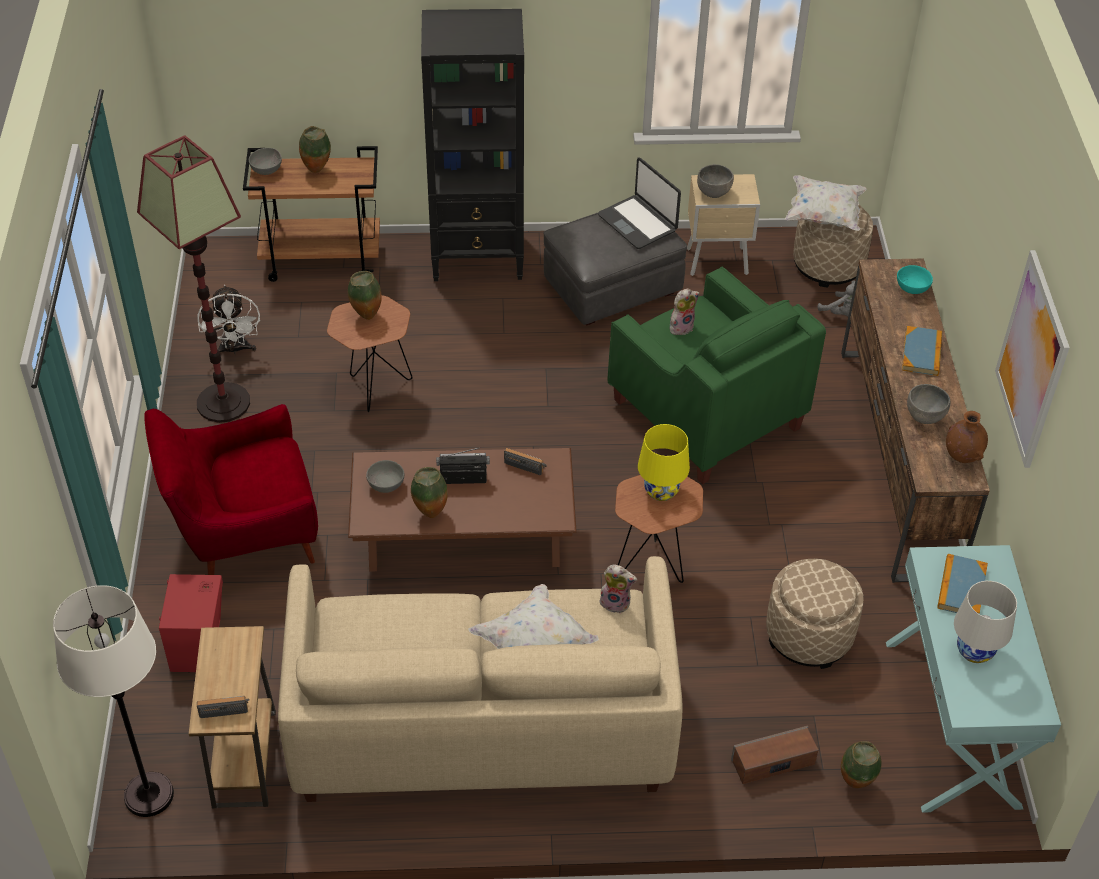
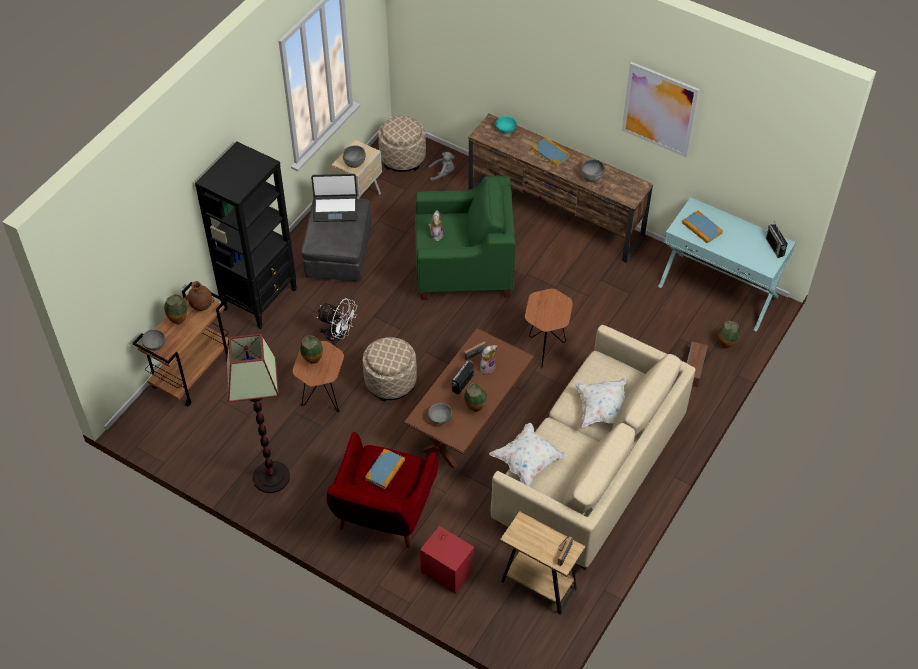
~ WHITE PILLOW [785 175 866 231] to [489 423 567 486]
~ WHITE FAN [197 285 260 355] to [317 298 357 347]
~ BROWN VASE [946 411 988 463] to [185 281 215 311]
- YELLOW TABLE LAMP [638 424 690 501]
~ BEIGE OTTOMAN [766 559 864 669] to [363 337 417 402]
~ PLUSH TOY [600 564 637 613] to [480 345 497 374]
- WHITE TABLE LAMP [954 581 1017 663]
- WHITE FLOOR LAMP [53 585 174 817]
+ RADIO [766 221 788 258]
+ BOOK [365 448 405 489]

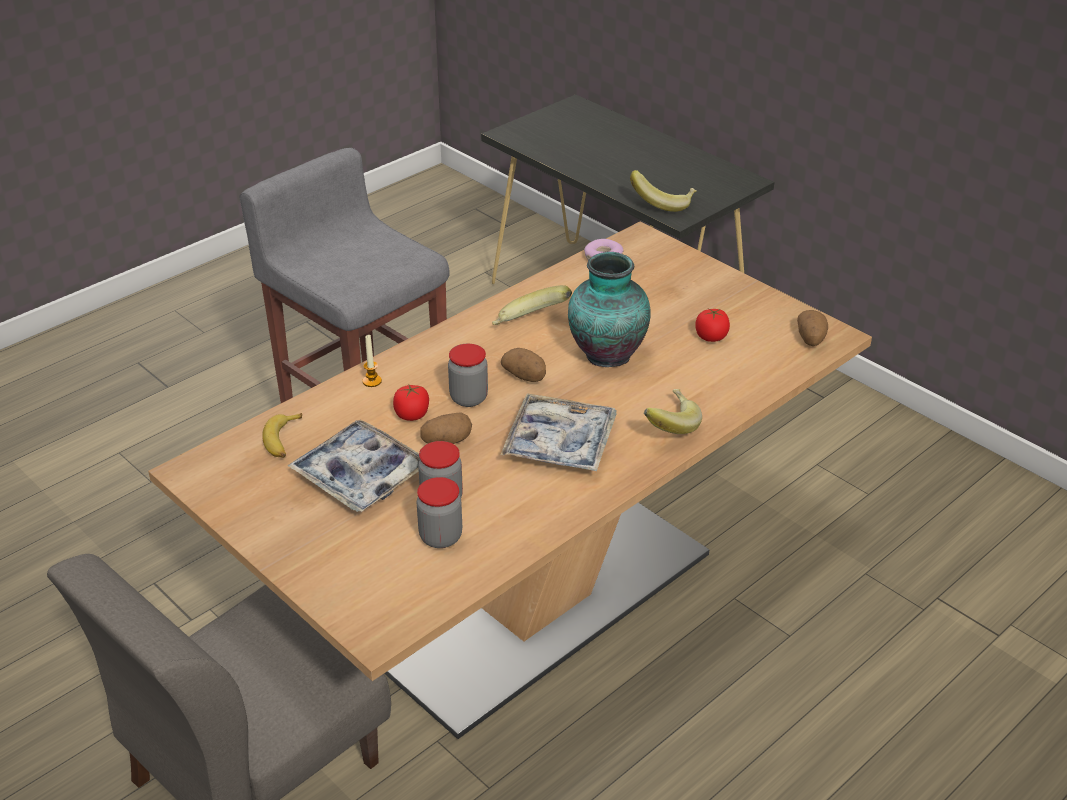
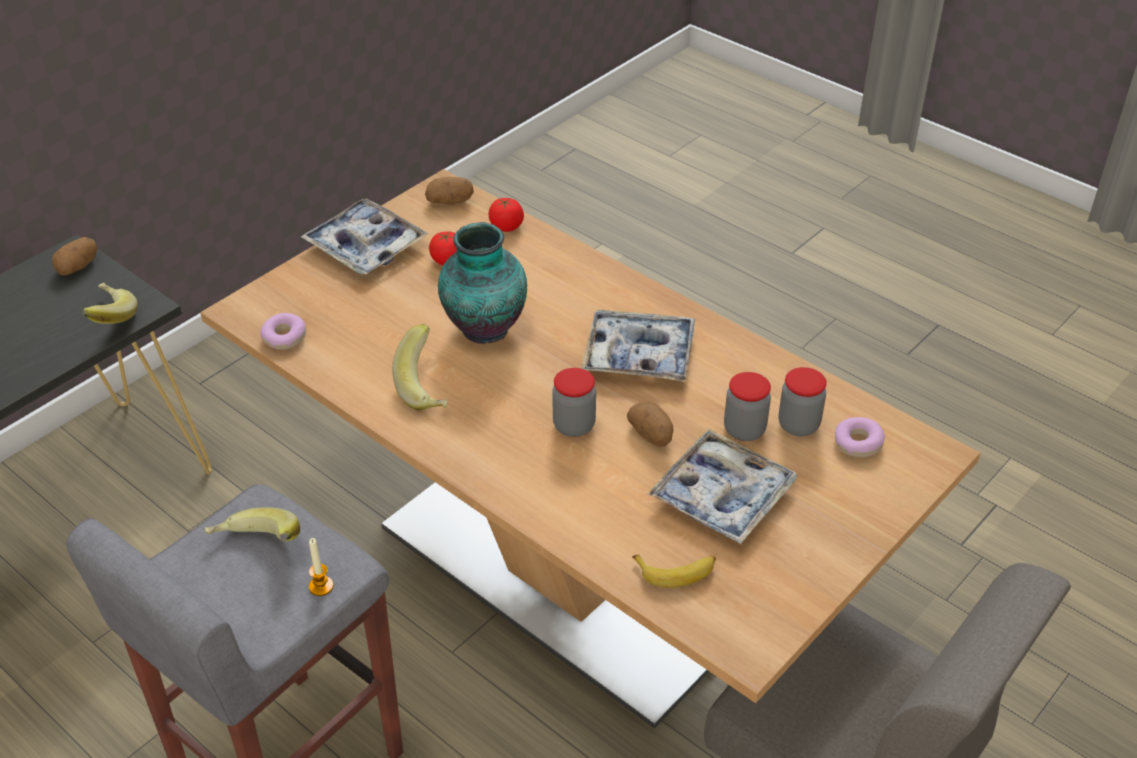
~ CANDLE [362 335 382 387] to [309 538 333 596]
~ POTATO [501 348 546 382] to [52 237 97 275]
~ TOMATO [393 384 429 421] to [488 198 524 232]
~ BANANA [644 389 702 434] to [204 507 300 541]
+ TRAY [301 199 429 274]
+ DONUT [835 417 885 457]

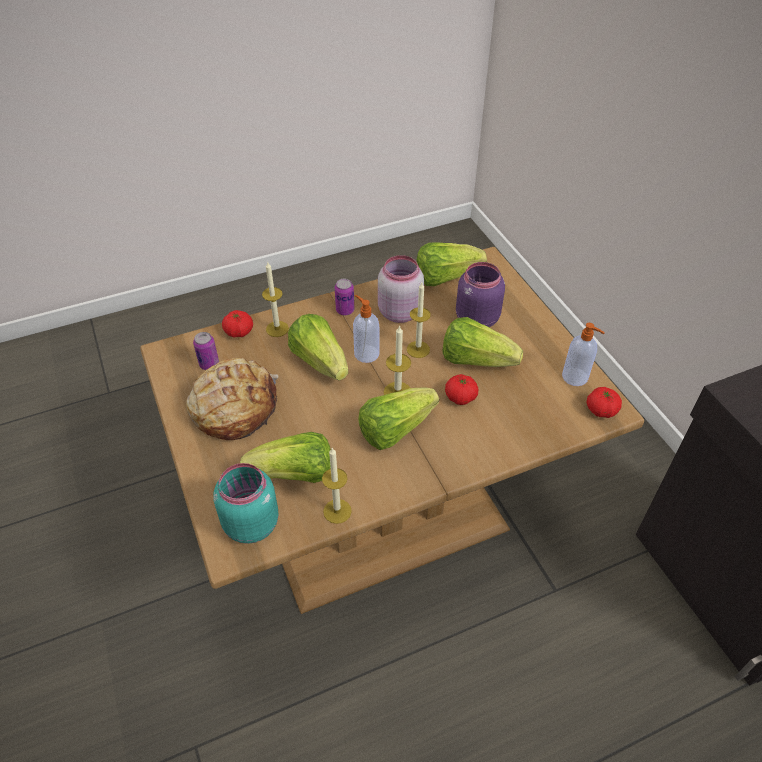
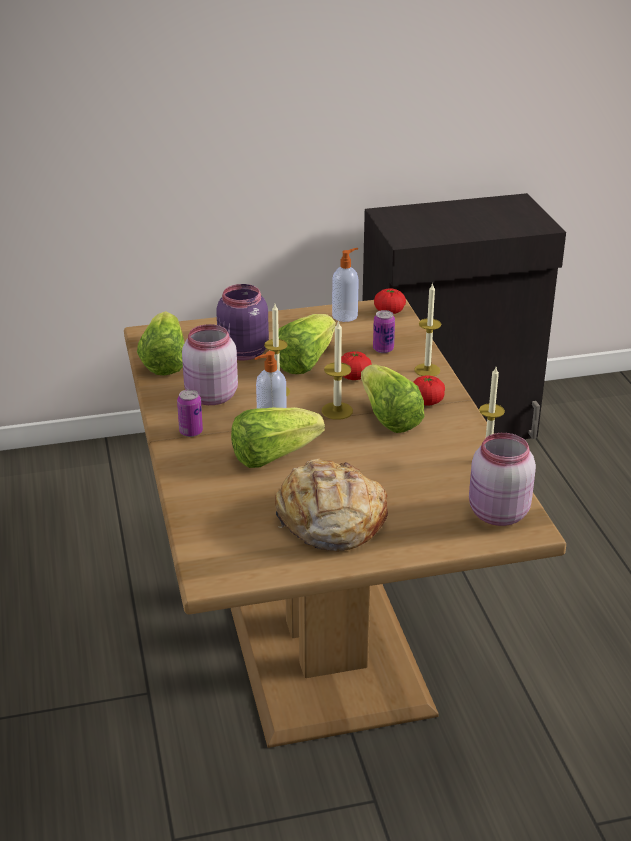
~ CANDLE [262 261 289 337] to [414 282 441 376]
~ TOMATO [222 310 253 337] to [413 375 445 406]
~ CAN [193 332 219 370] to [373 310 395 353]
- LETTUCE [240 432 331 483]
~ TURQUOISE JAR [213 463 279 544] to PINK JAR [469 433 536 526]

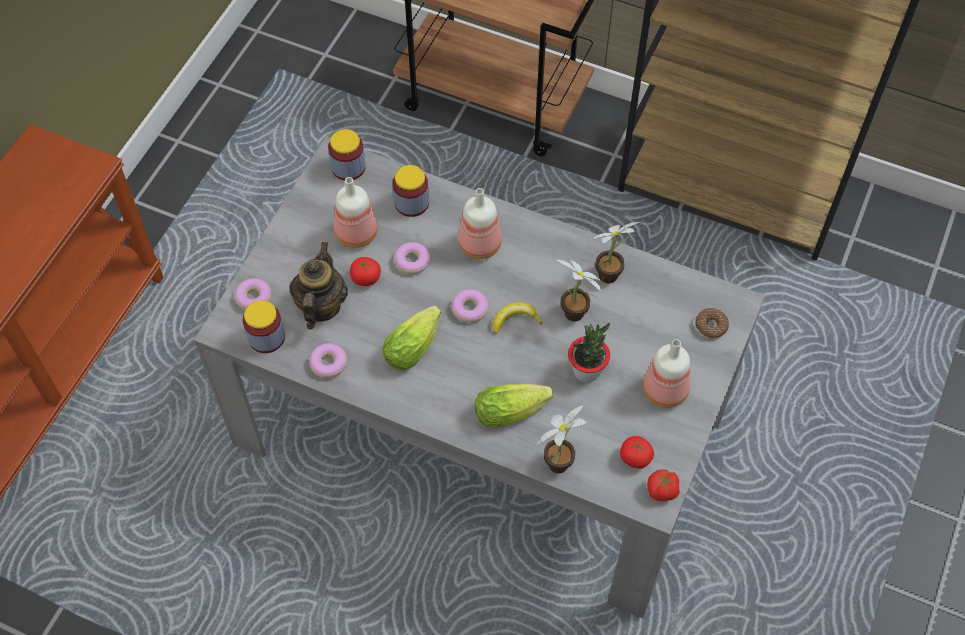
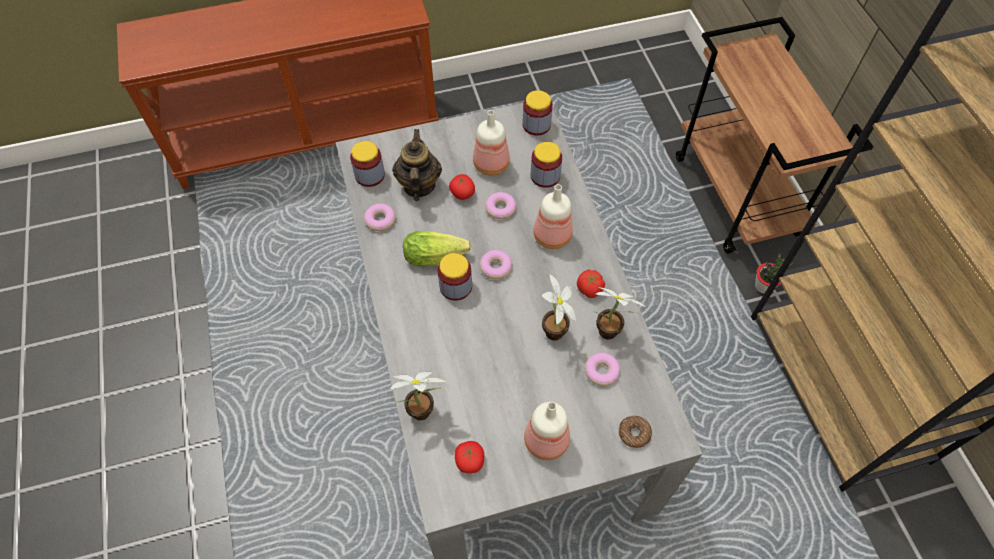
~ TEAPOT [289 242 348 330] = [392 129 442 201] 60 degrees counterclockwise
~ DONUT [235 278 272 310] to [585 353 620 386]
- BANANA [492 302 543 334]
~ POTTED PLANT [568 323 610 383] to [755 254 793 294]
- LETTUCE [475 384 553 428]
~ TOMATO [647 469 680 501] to [577 270 605 298]
+ JAR [438 253 472 301]

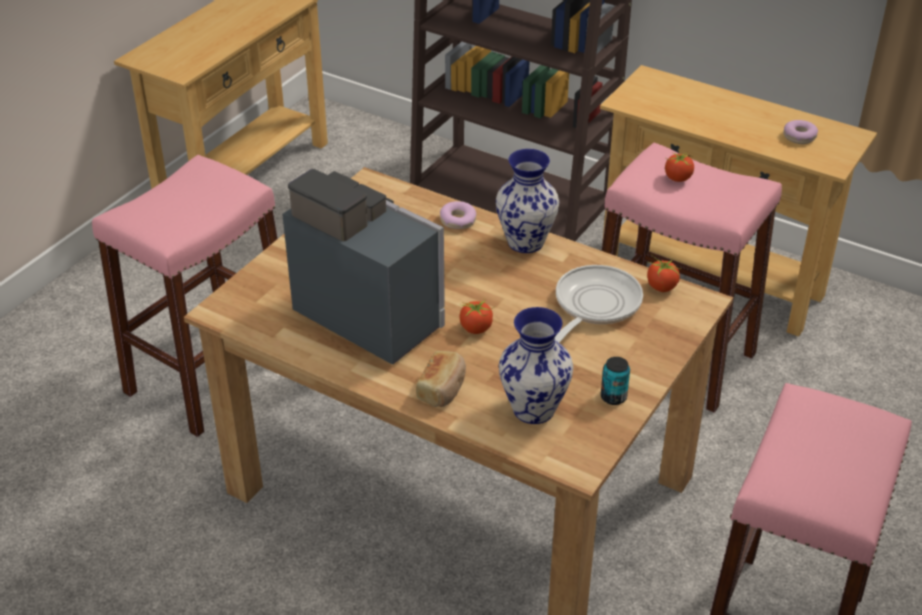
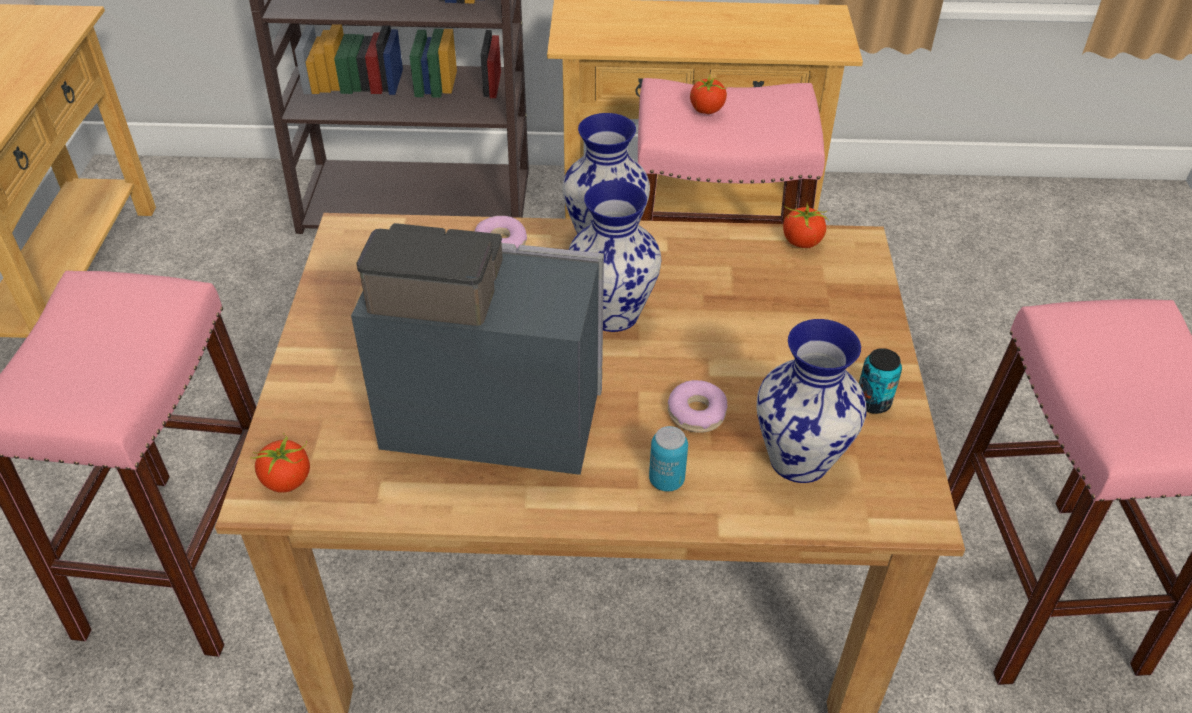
~ DONUT [783 120 818 144] to [668 380 727 433]
- FRYING PAN [555 265 643 343]
~ TOMATO [459 298 495 334] to [250 433 310 493]
~ BREAD [416 351 466 407] to CAN [649 426 688 491]
+ VASE [569 180 662 332]

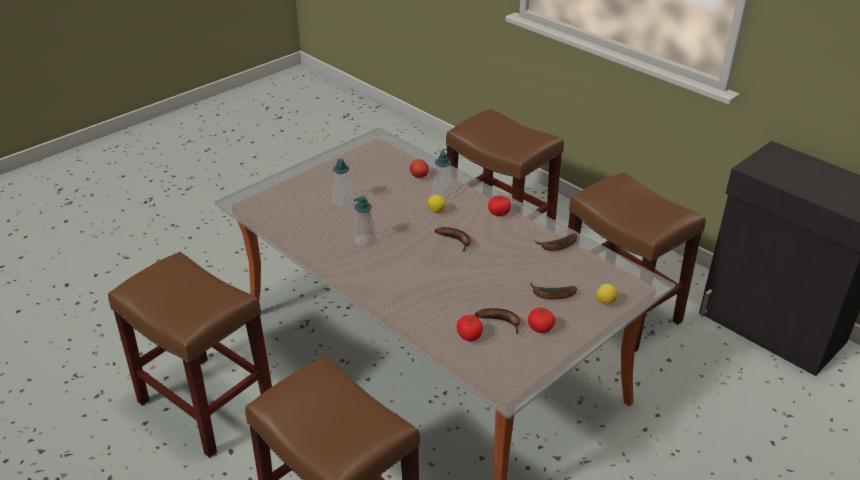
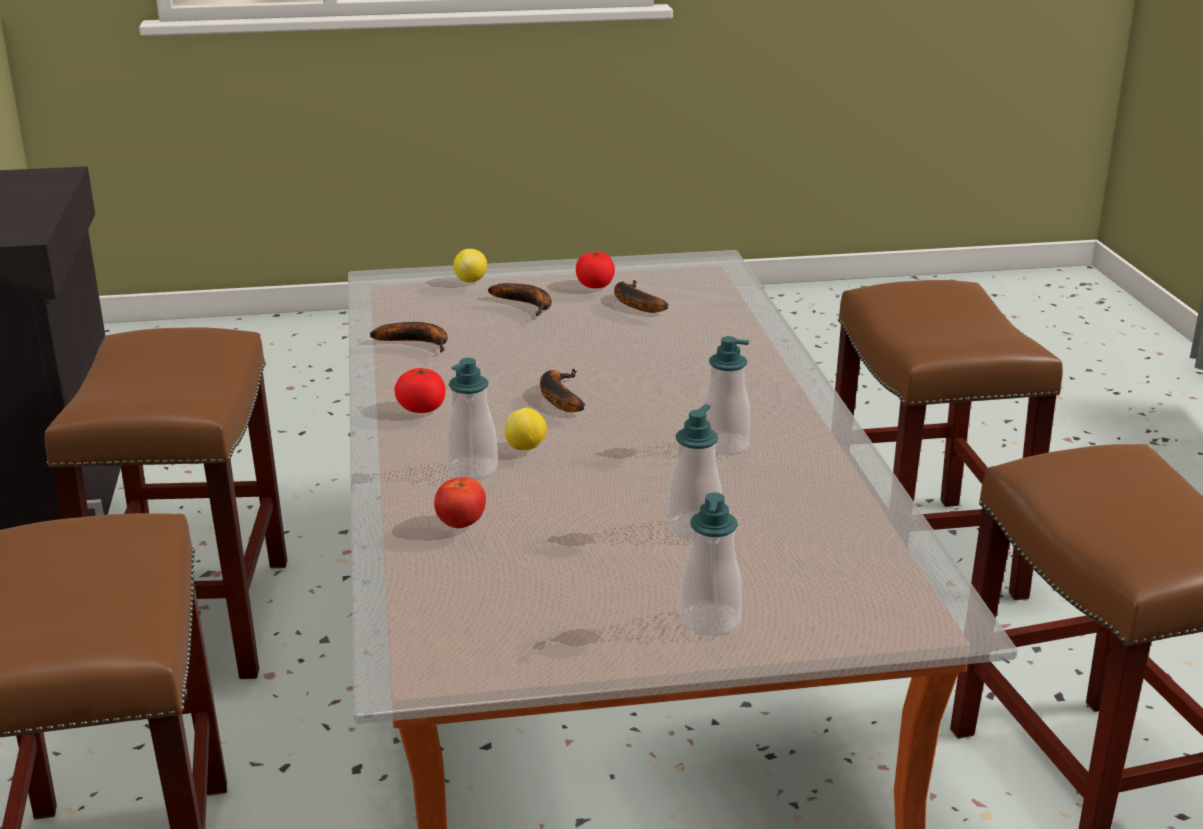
- TOMATO [457 315 483 341]
+ SOAP DISPENSER [680 493 742 636]

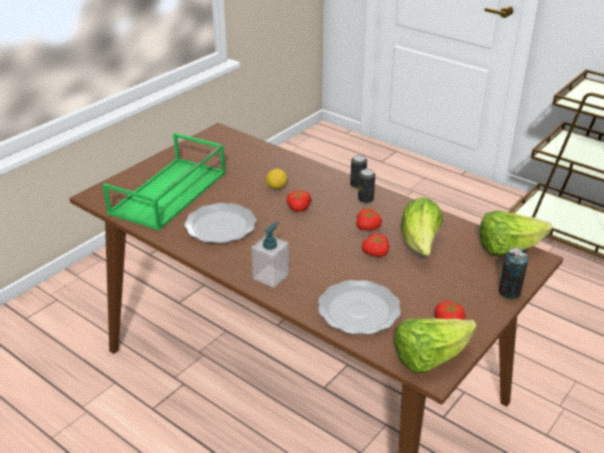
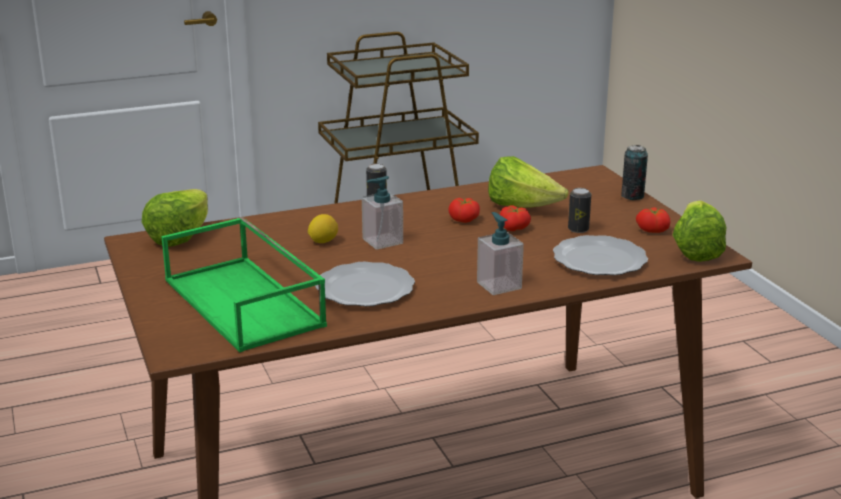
~ CAN [358 169 375 203] to [568 188 591 233]
~ TOMATO [287 190 311 212] to SOAP DISPENSER [362 176 403 250]
~ LETTUCE [480 211 552 256] to [142 189 208 247]

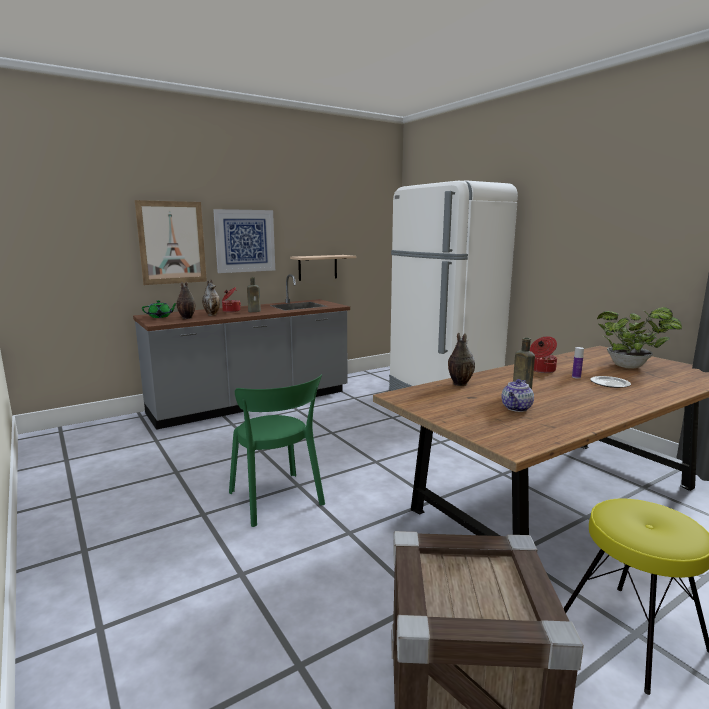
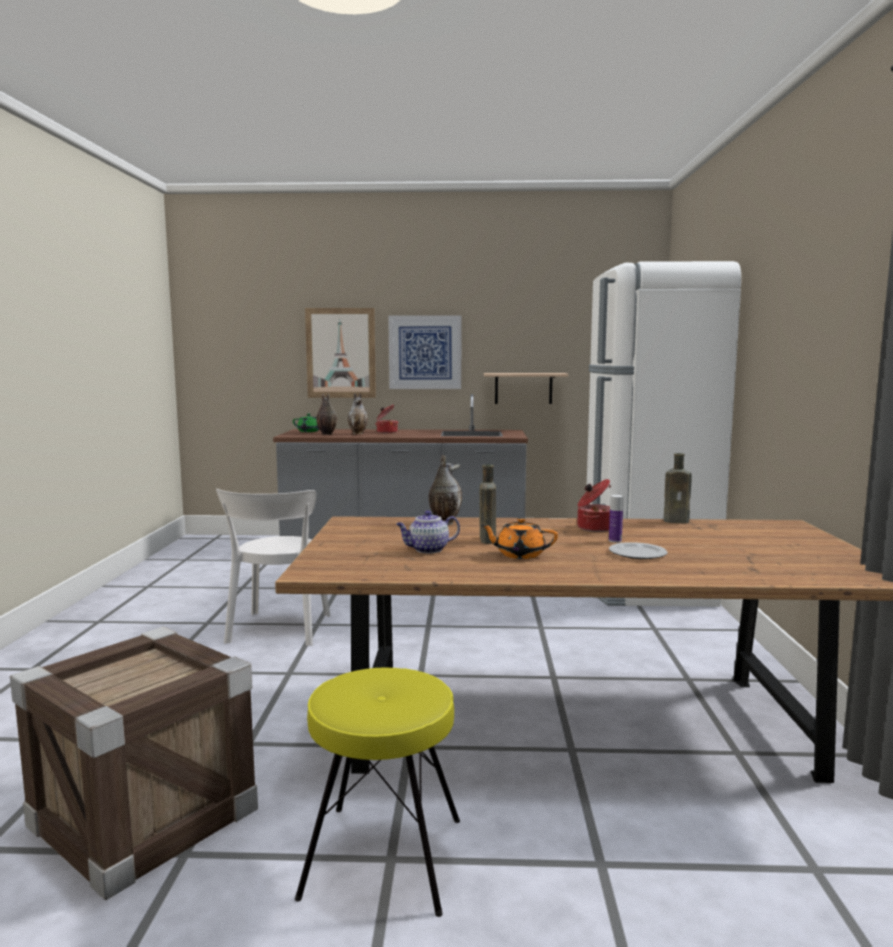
~ BROWN BOTTLE [247 277 261 312] to [664 453 692 524]
- POTTED PLANT [597 307 682 369]
~ GREEN CHAIR [229 374 325 527] to WHITE CHAIR [216 489 331 646]
+ ORANGE TEAPOT [481 518 558 559]

